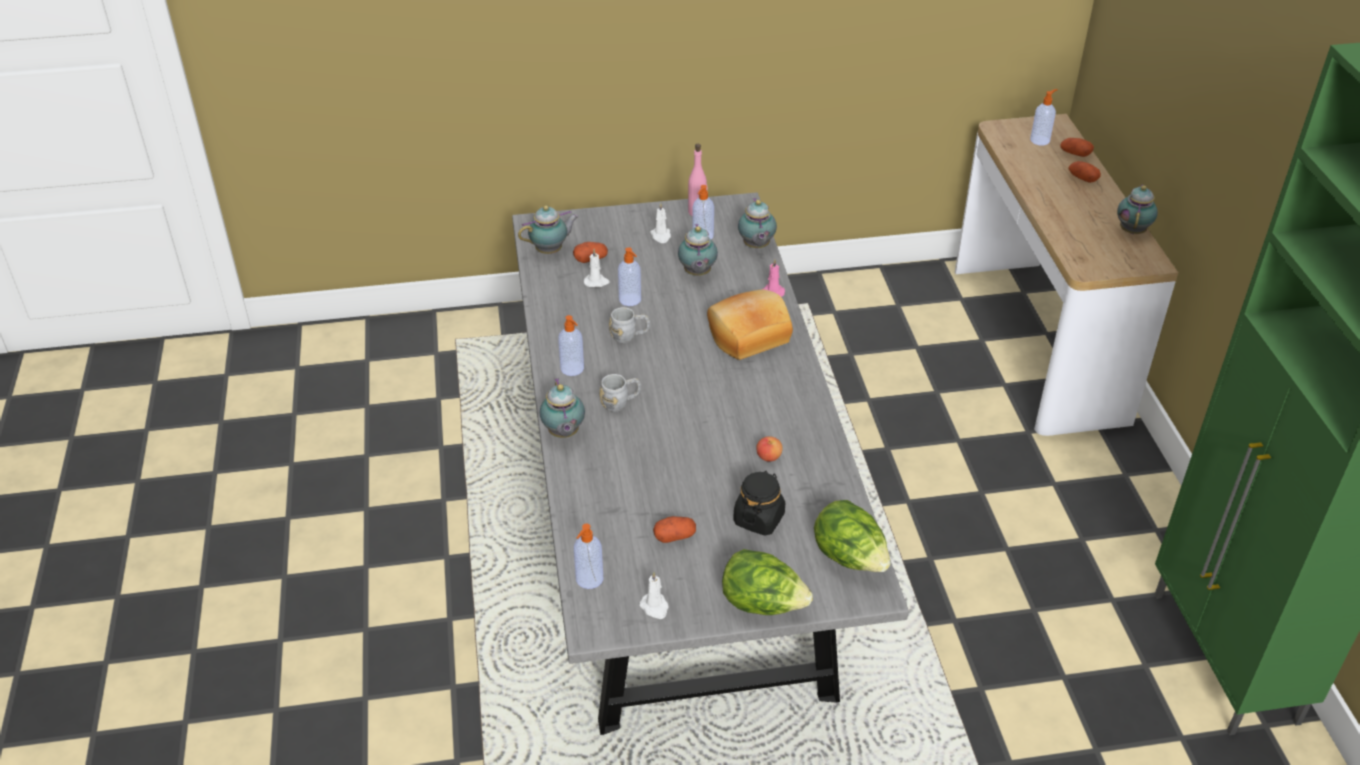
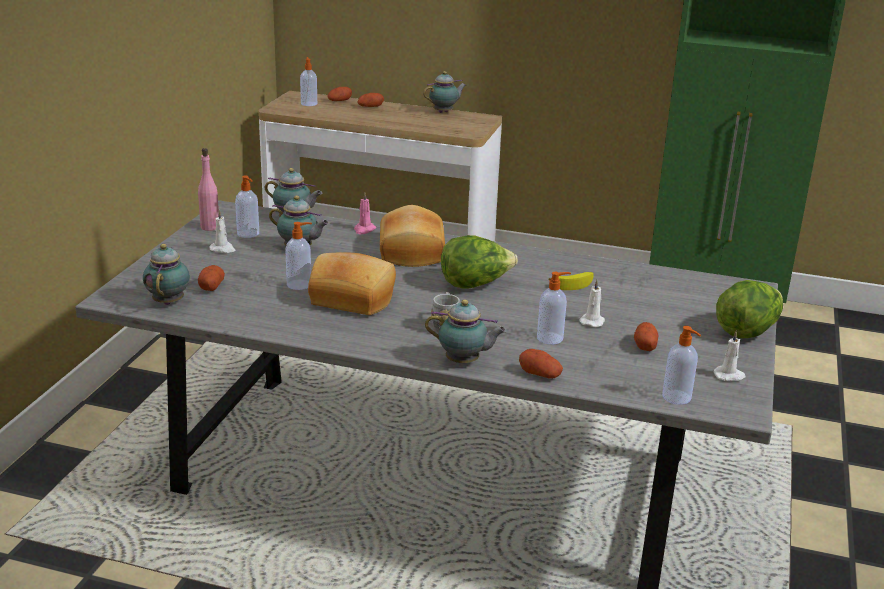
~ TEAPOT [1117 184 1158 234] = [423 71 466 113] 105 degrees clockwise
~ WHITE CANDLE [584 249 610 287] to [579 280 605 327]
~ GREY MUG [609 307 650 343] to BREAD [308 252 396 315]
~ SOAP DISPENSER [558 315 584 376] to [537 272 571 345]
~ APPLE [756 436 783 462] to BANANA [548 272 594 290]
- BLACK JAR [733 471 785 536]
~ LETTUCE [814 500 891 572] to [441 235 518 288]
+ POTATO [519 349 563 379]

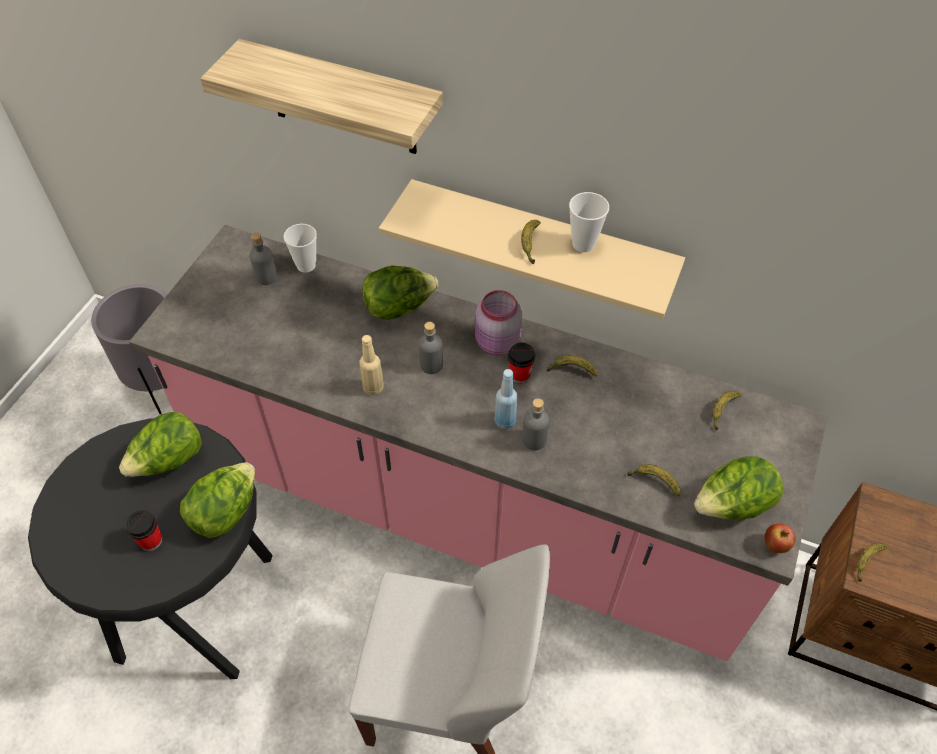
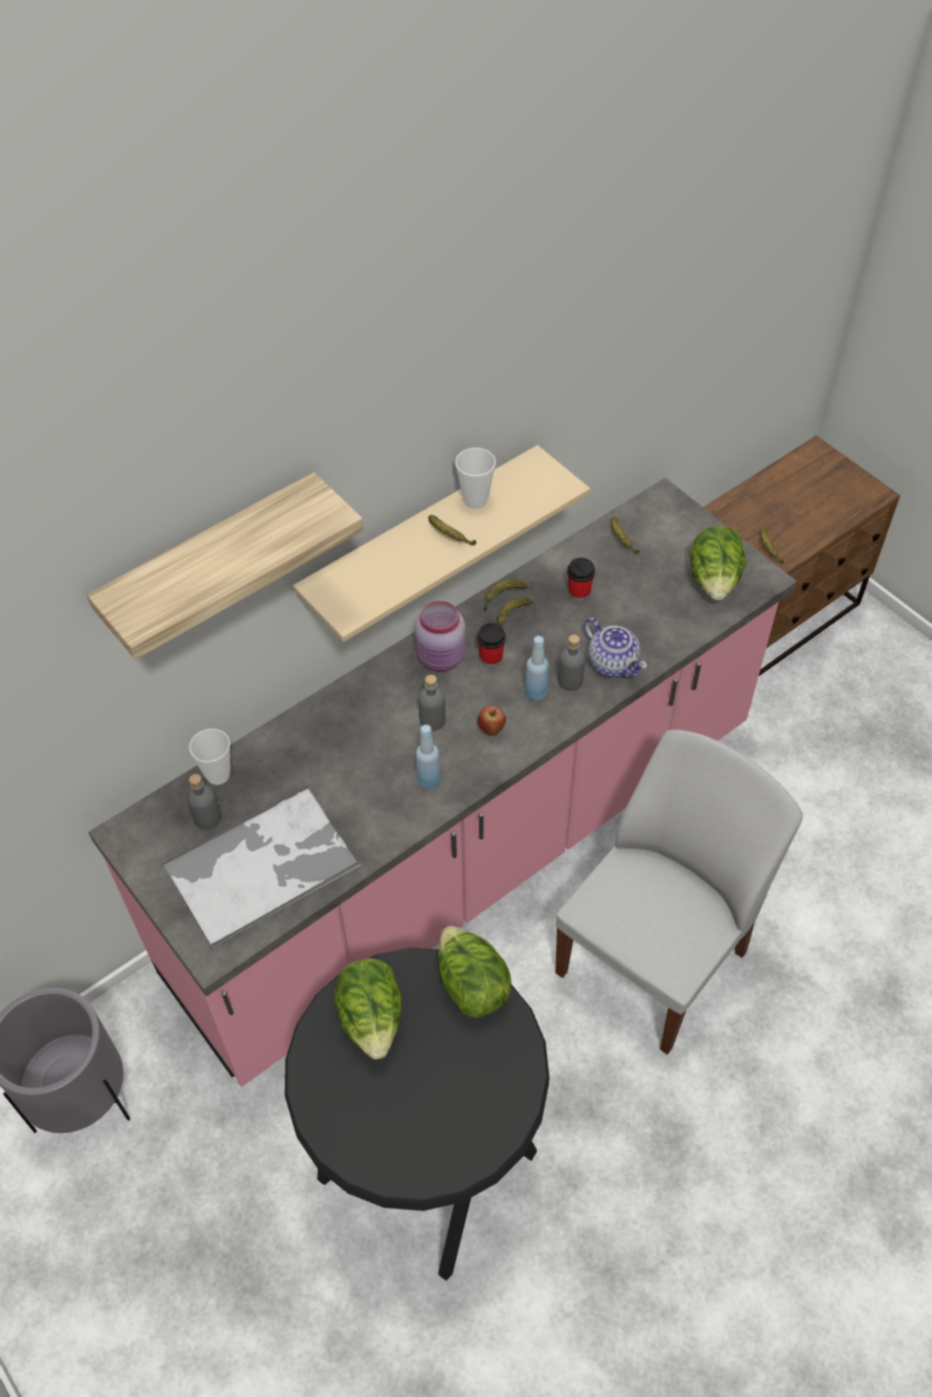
- LETTUCE [362 265 438 320]
~ BEIGE BOTTLE [359 335 384 395] to BLUE BOTTLE [416 724 441 789]
~ BANANA [627 464 680 496] to [484 579 527 611]
~ CUP [126 510 162 551] to [567 558 595 601]
~ APPLE [764 524 795 553] to [477 706 506 736]
+ TEAPOT [584 617 647 678]
+ TRAY [161 784 361 951]

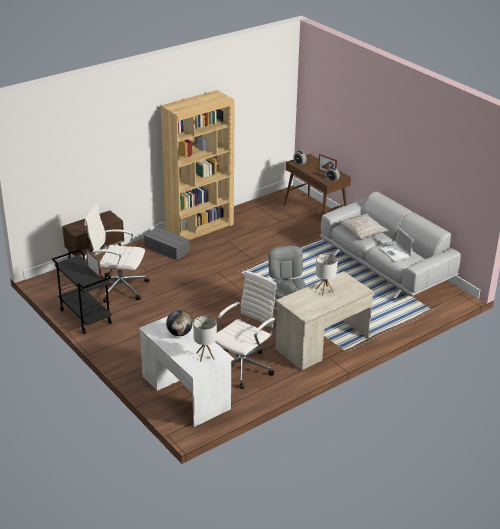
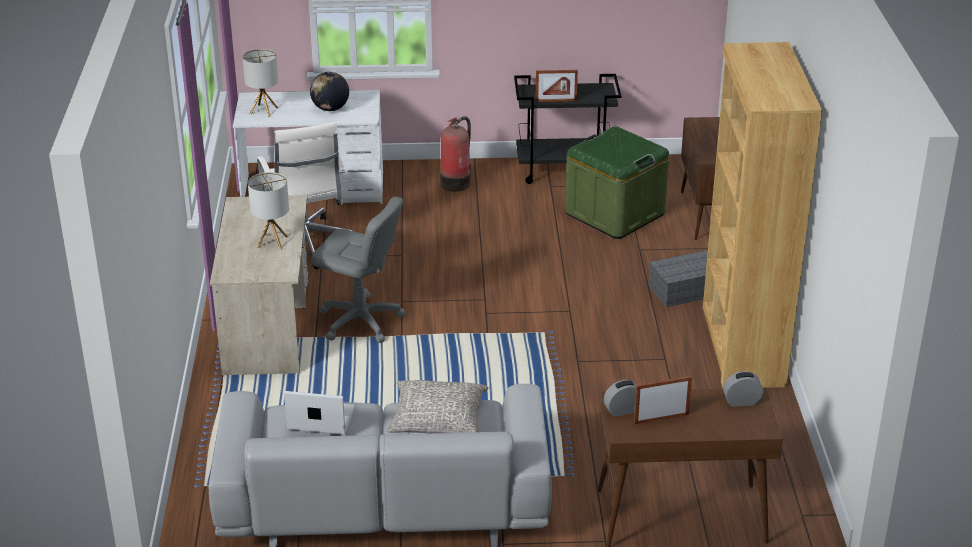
~ WHITE OFFICE CHAIR [84 204 150 302] to GREEN STORAGE BOX [565 126 669 239]
+ FIRE EXTINGUISHER [440 116 471 192]

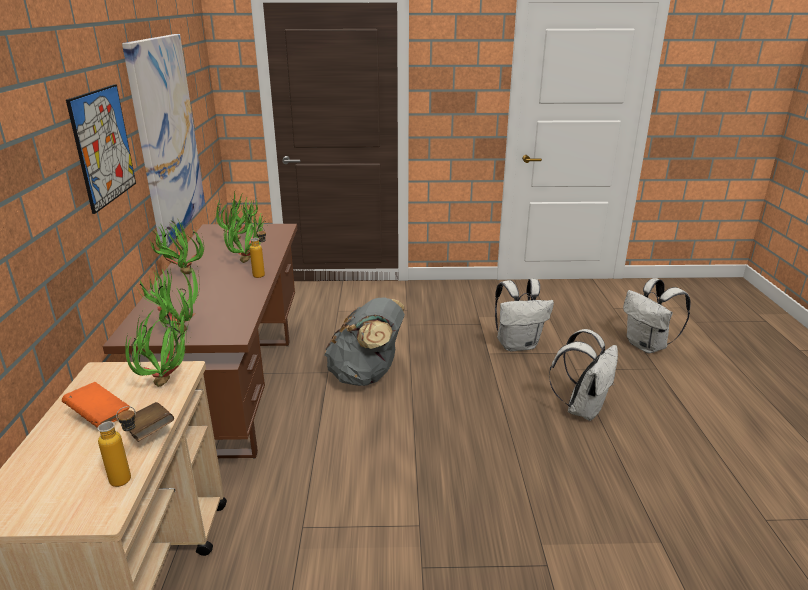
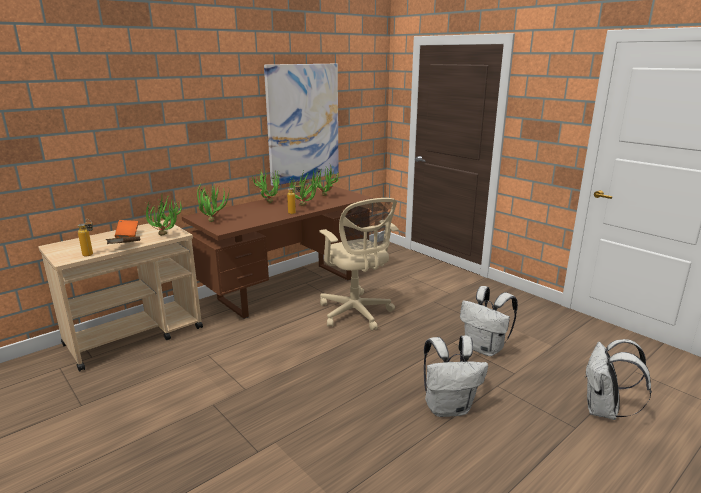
- PICTURE [66 84 136 214]
~ GREY BACKPACK [324 297 405 386] to BEIGE OFFICE CHAIR [319 198 399 331]

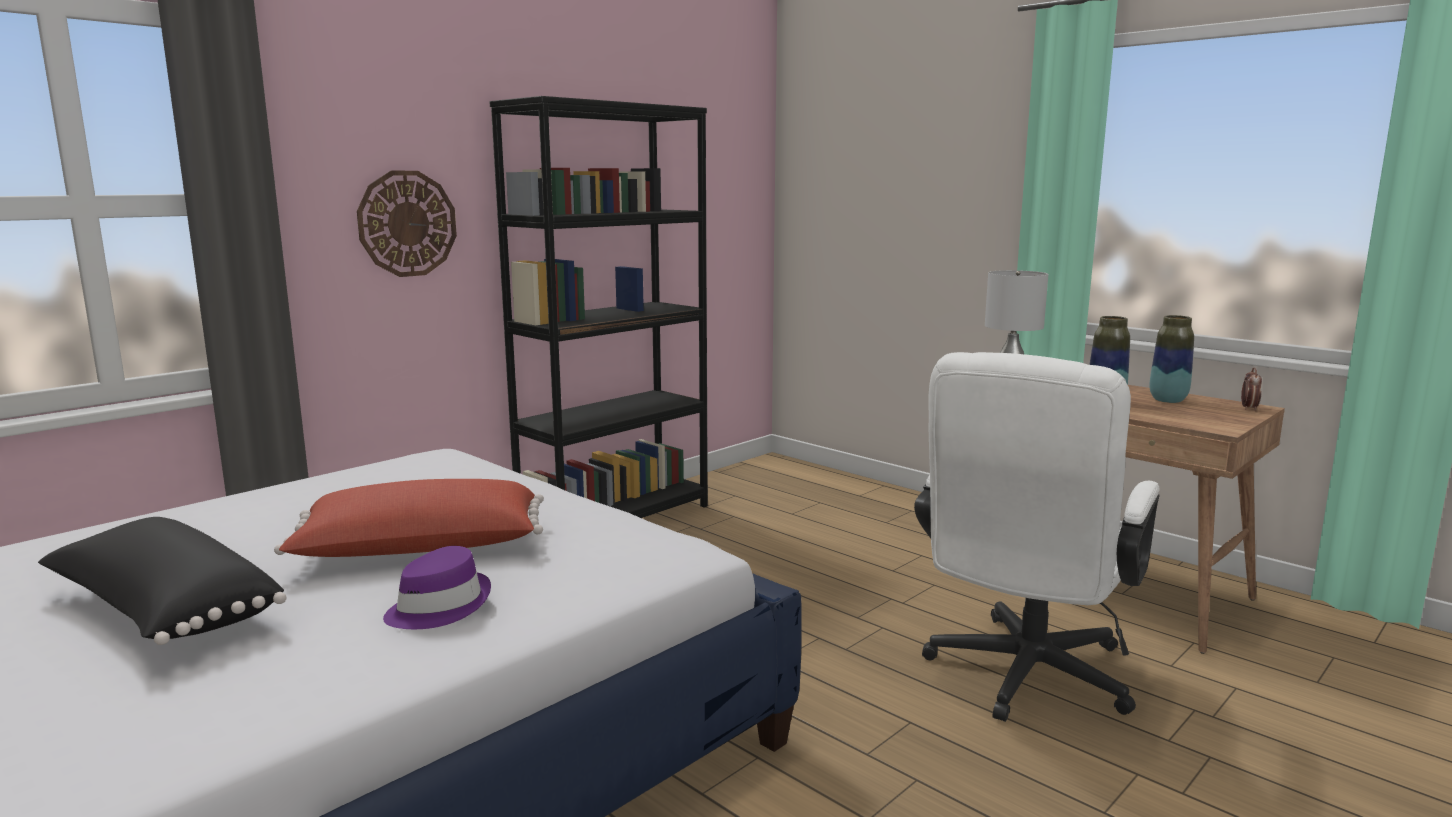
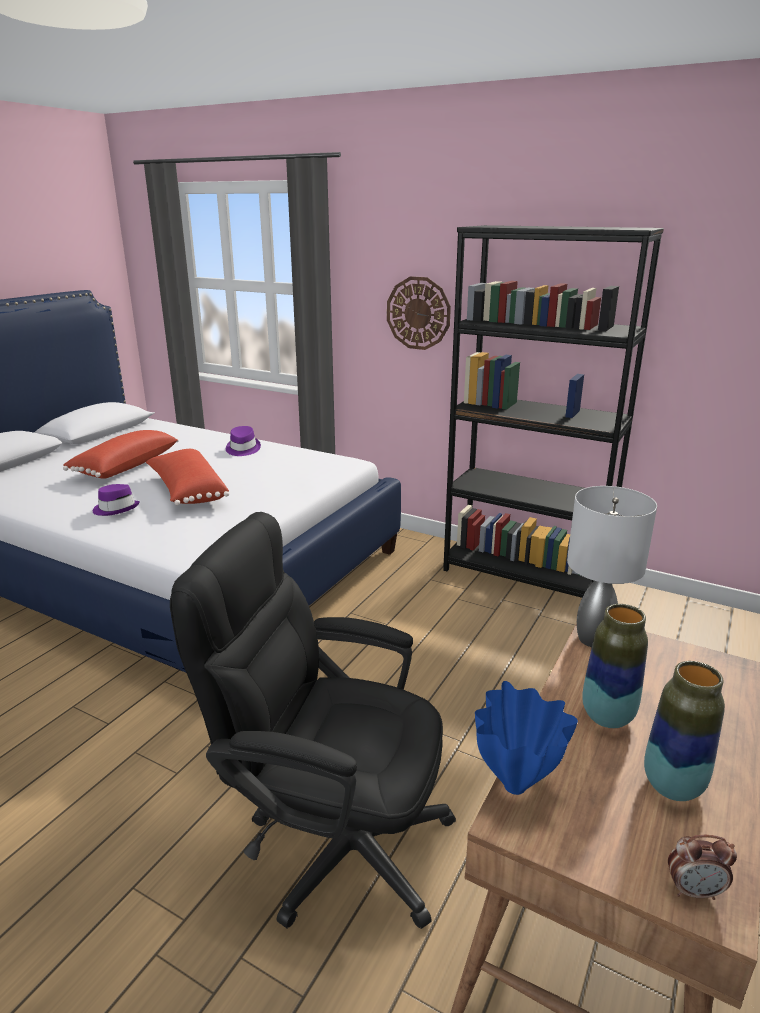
~ WHITE OFFICE CHAIR [914 352 1160 722] to BLACK OFFICE CHAIR [170 512 456 929]
~ BLACK PILLOW [38 517 286 645] to RED PILLOW [63 430 179 479]
+ PURPLE HAT [226 426 261 456]
+ BLUE VASE [475 681 578 795]

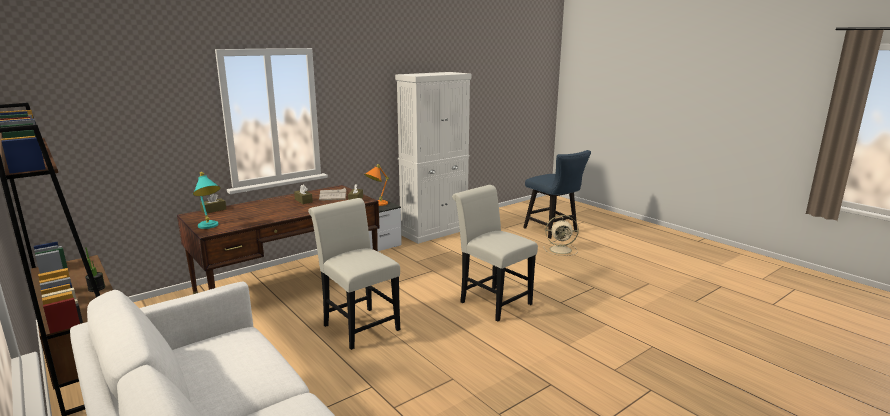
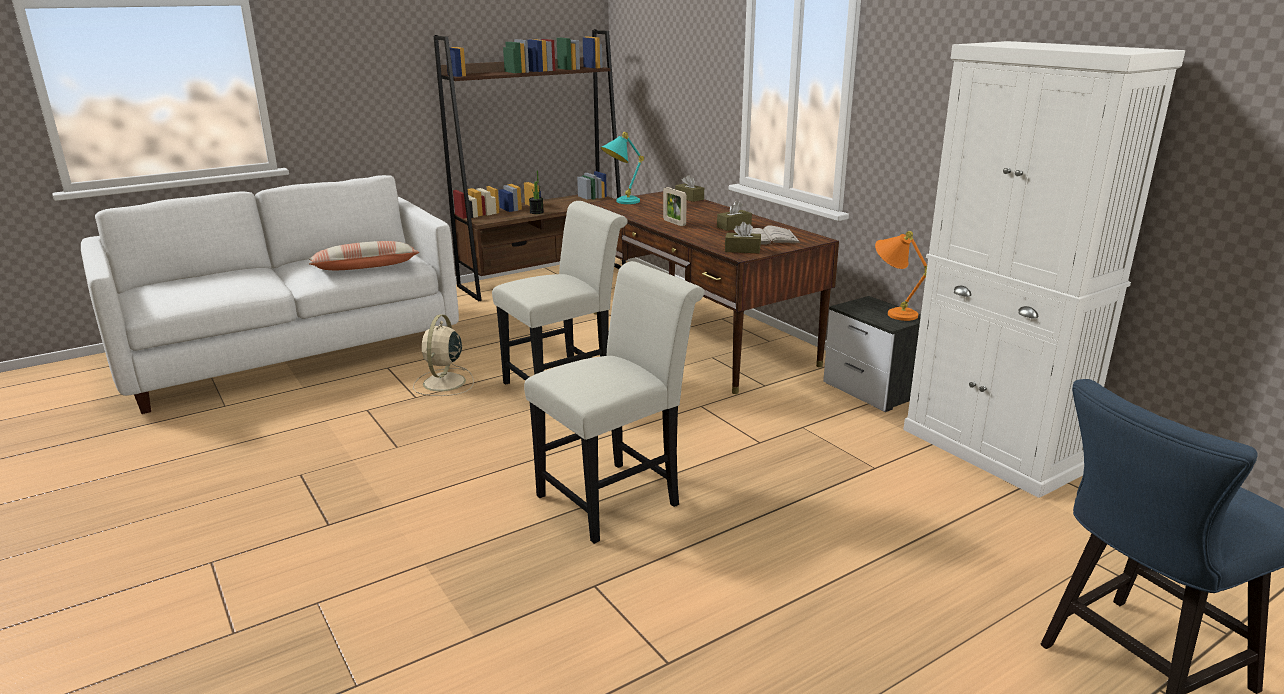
~ BEIGE FAN [543 215 579 256] to [413 314 474 396]
+ PICTURE FRAME [663 187 687 226]
+ PILLOW [309 241 419 270]

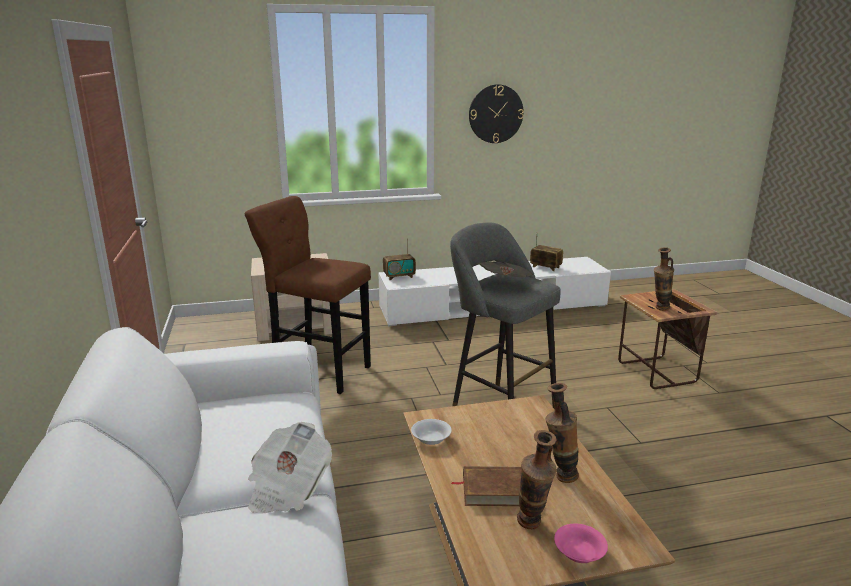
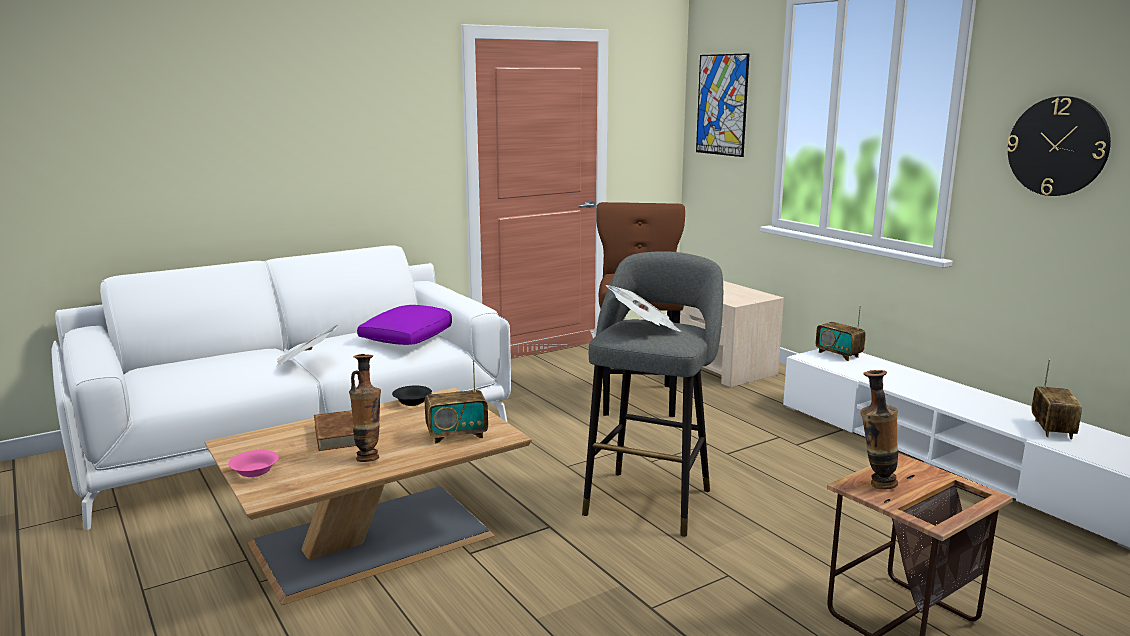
~ WHITE BOWL [411 419 452 445] to BLACK BOWL [392 386 432 406]
- VASE [517 430 557 529]
+ PICTURE [696 53 750 157]
+ PURPLE PILLOW [357 305 452 345]
+ RADIO [425 360 488 444]

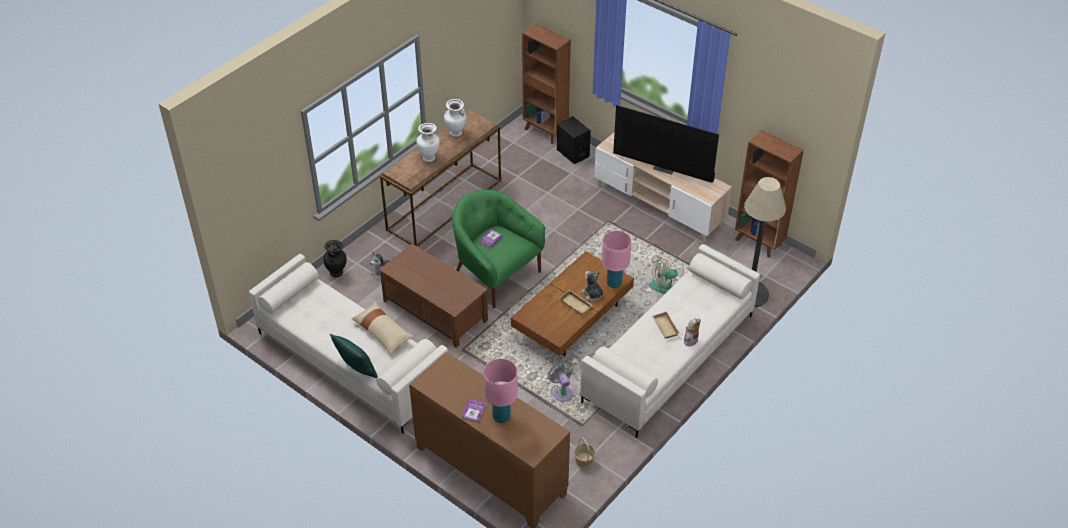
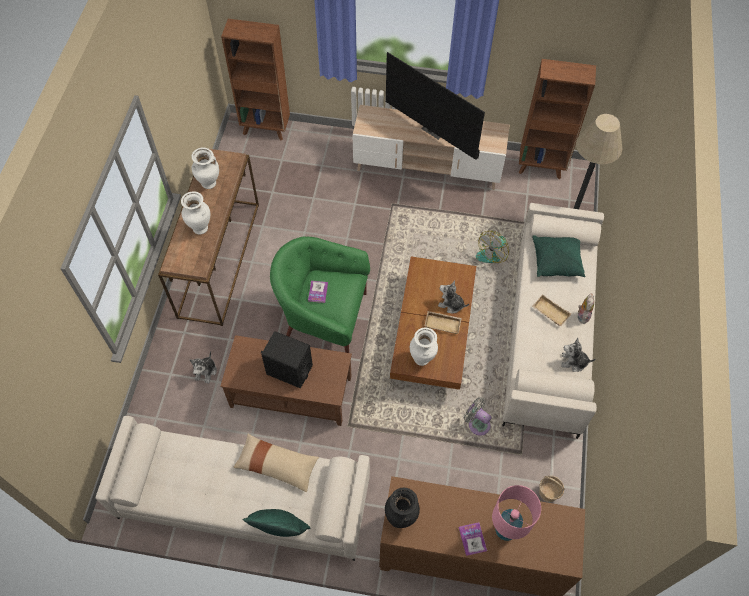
~ TELEVISION [613 105 719 183] = [386 52 485 160] 45 degrees clockwise
~ BLACK SPEAKER [557 116 591 164] to [261 331 313 388]
- PINK TABLE LAMP [602 231 632 288]
~ BLACK VASE [323 240 347 278] to [385 488 420 528]
+ GREEN PILLOW [532 236 586 277]
+ WHITE VASE [410 328 438 366]
+ PLUSH TOY [561 338 596 372]

